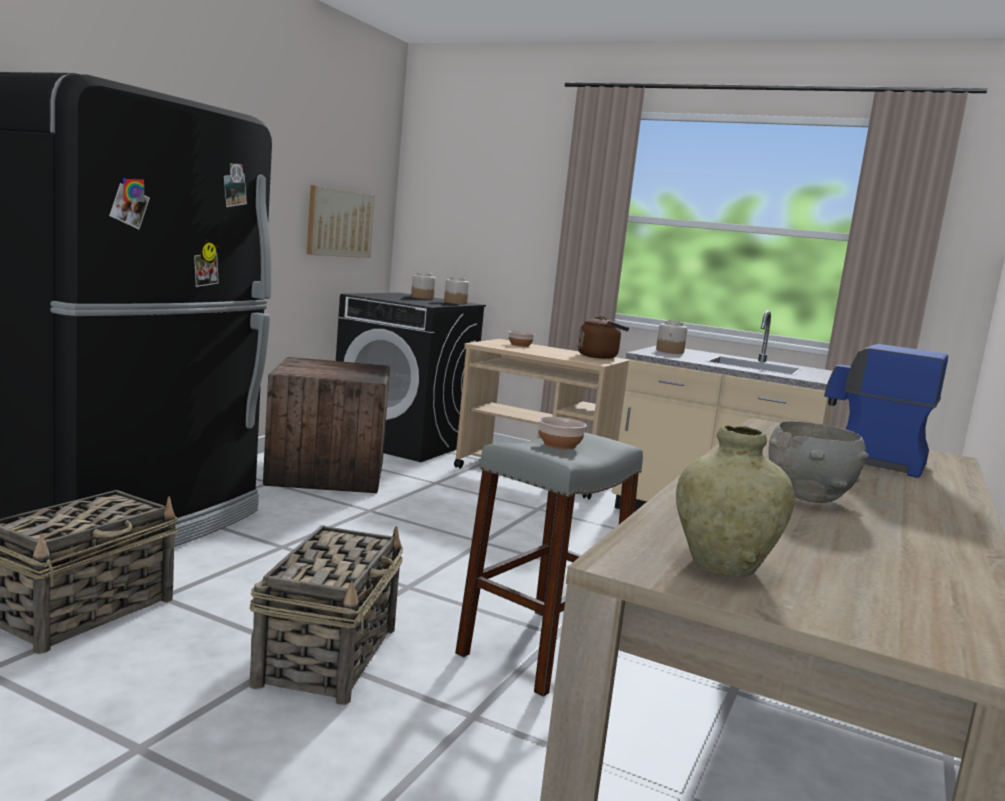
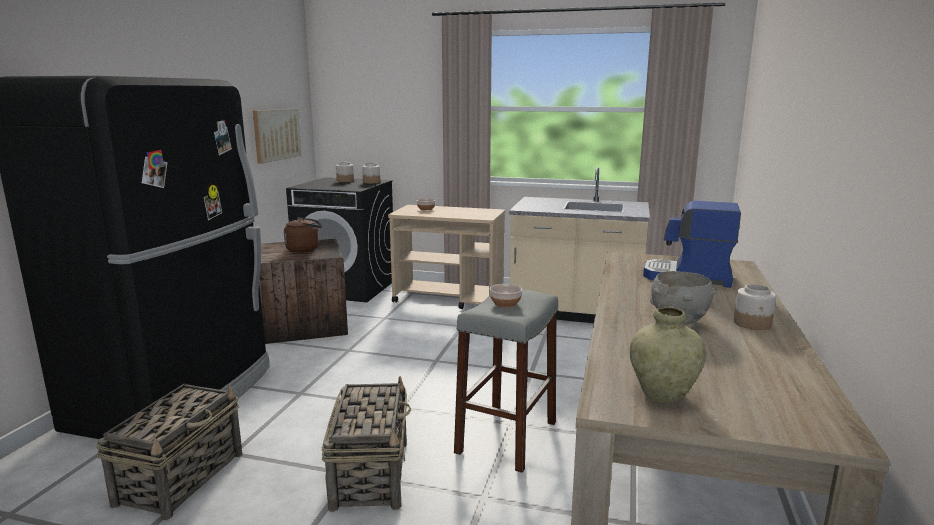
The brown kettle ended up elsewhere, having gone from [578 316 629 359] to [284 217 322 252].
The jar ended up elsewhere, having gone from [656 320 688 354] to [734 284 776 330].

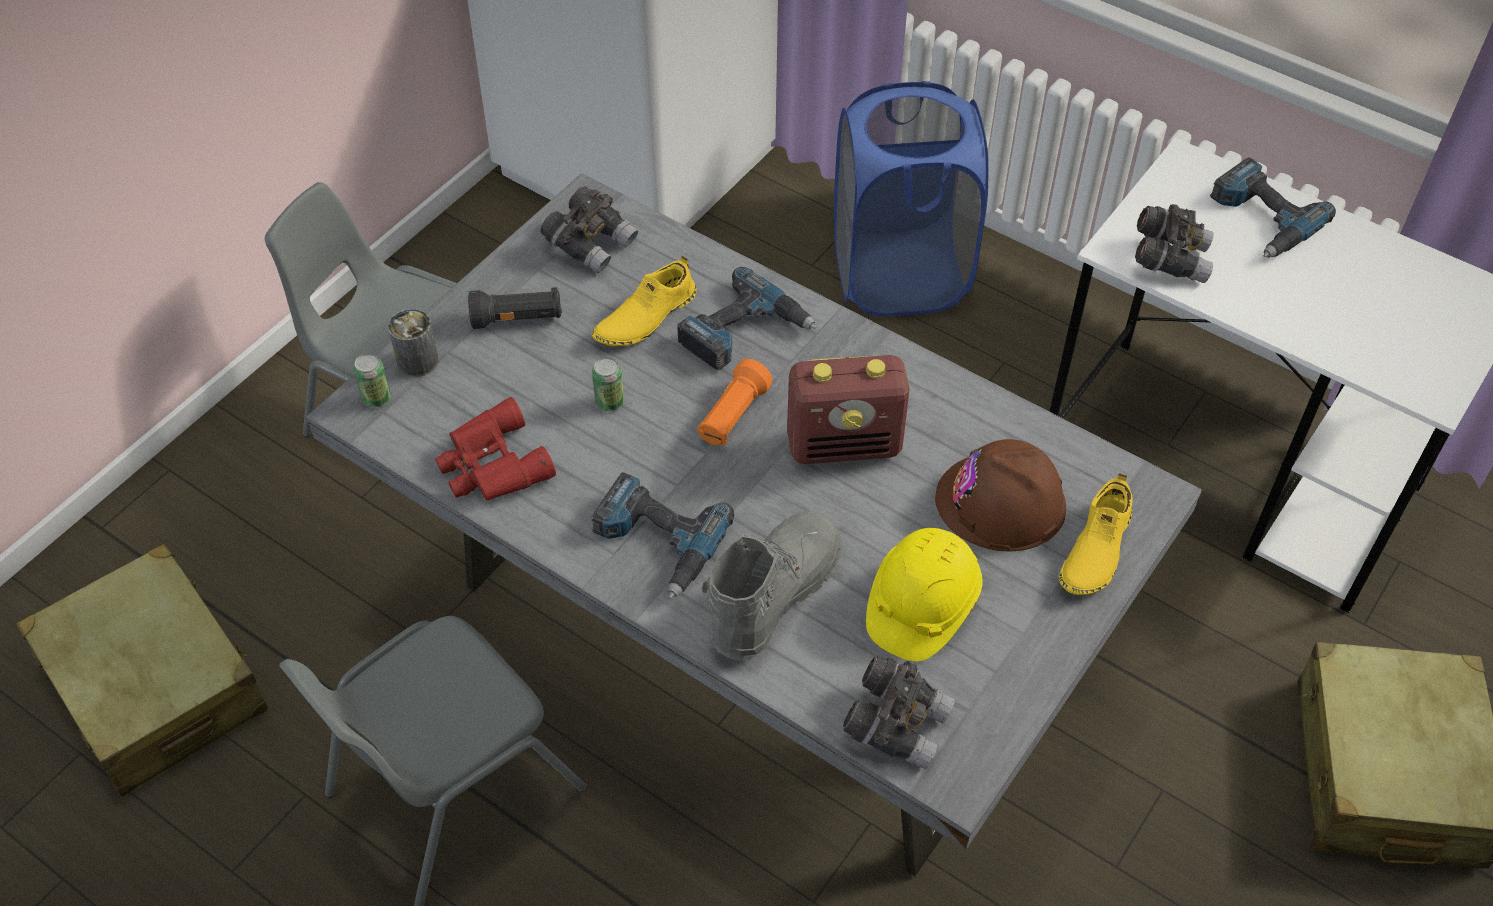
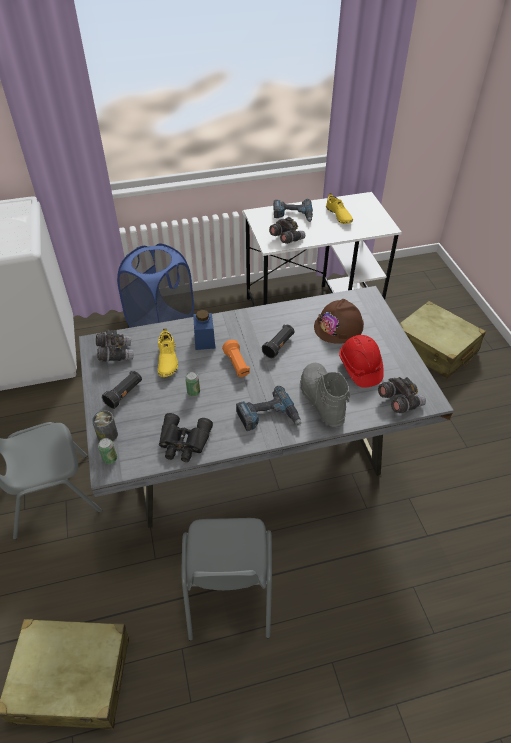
Where the power drill stood at [677 267 816 371], the blue jar came to stand at [193 310 215 350].
Where the radio stood at [787 355 910 464], the black flashlight came to stand at [262 325 294 358].
What was the red binoculars at [435 397 556 500] turned into the black binoculars at [159 413 213 462].
The yellow shoe ended up elsewhere, having gone from [1059 473 1132 595] to [326 193 353 224].
What was the yellow hard hat at [866 528 983 661] turned into the red hard hat at [339 335 384 388].

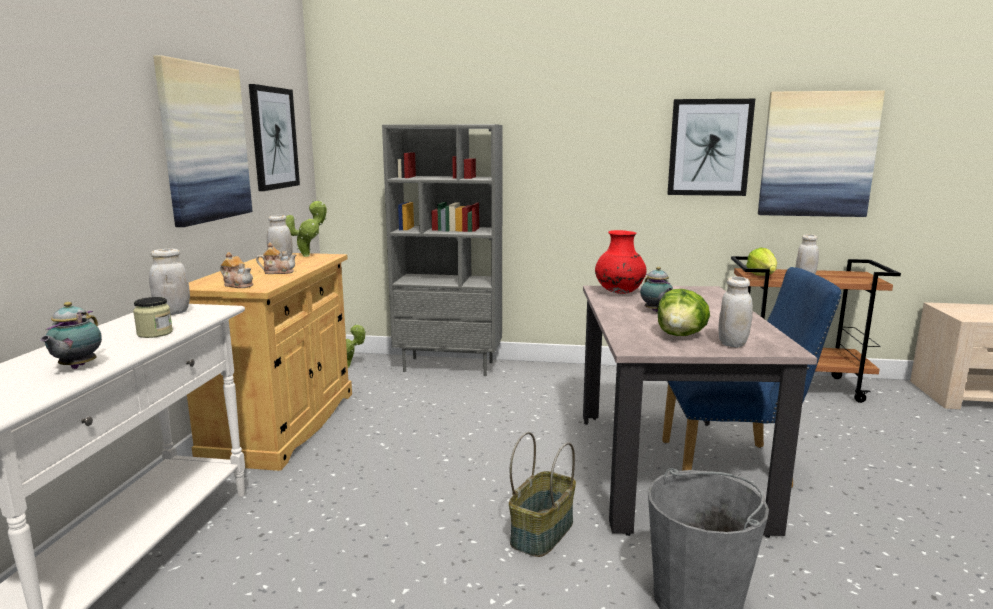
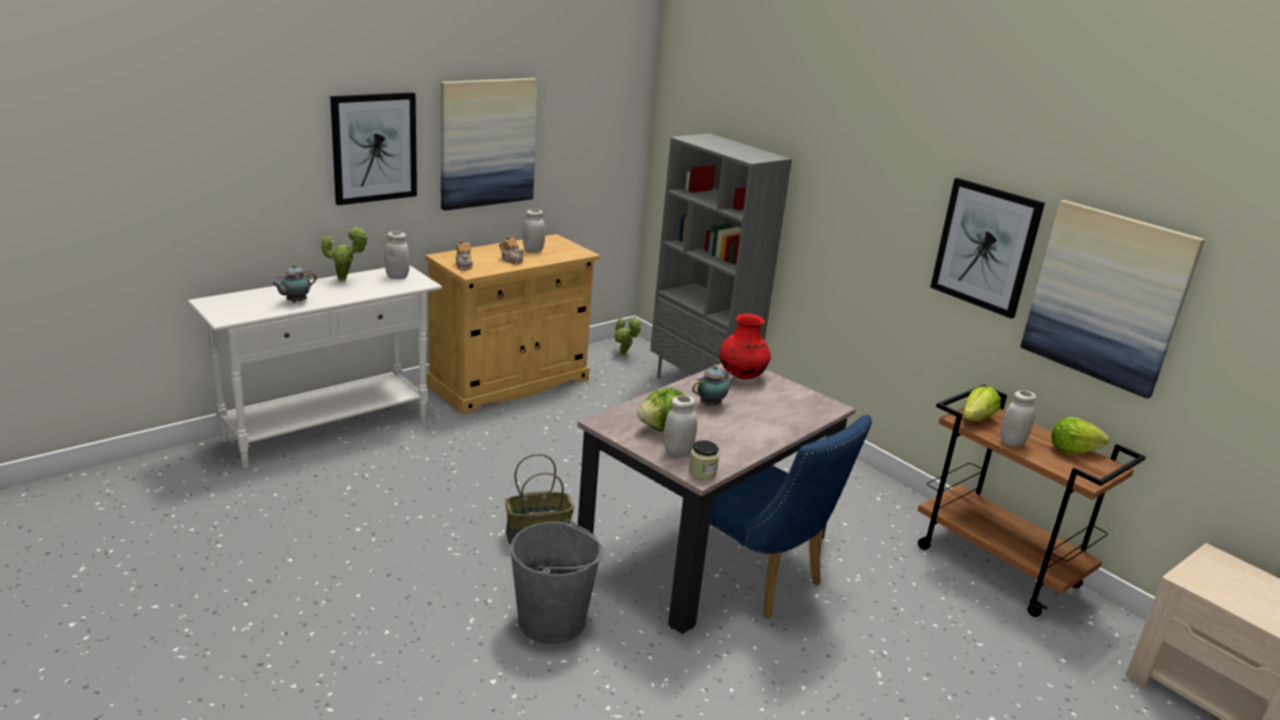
The picture ended up elsewhere, having gone from [249 84 300 191] to [330 92 417 205].
The potted plant ended up elsewhere, having gone from [285 200 327 257] to [321 226 369 281].
The teapot at [640 267 673 312] ended up facing another way, 150 degrees counterclockwise from before.
The jar ended up elsewhere, having gone from [133 297 173 338] to [689 440 719 480].
The second view gained the lettuce at [1051 417 1109 454].

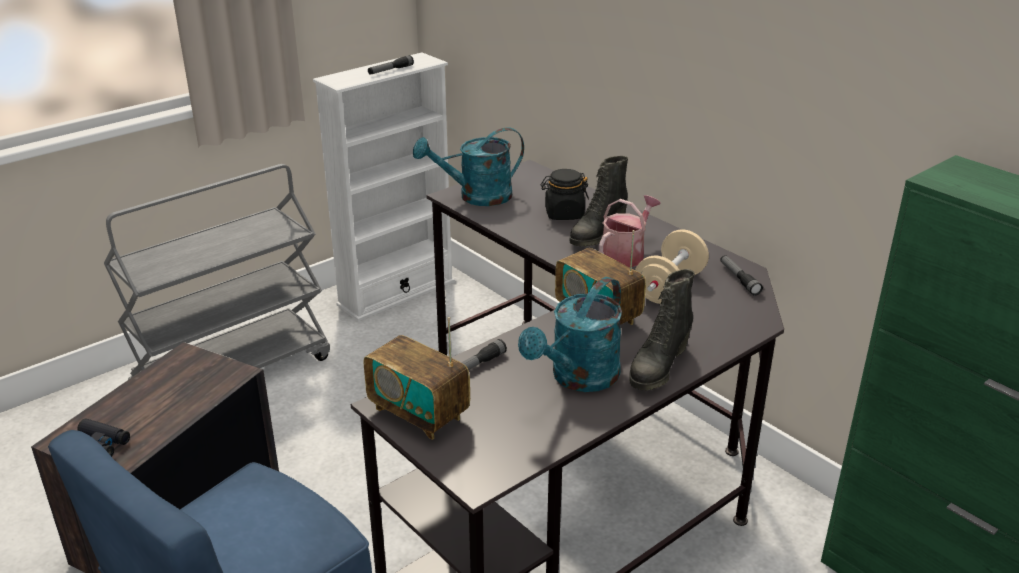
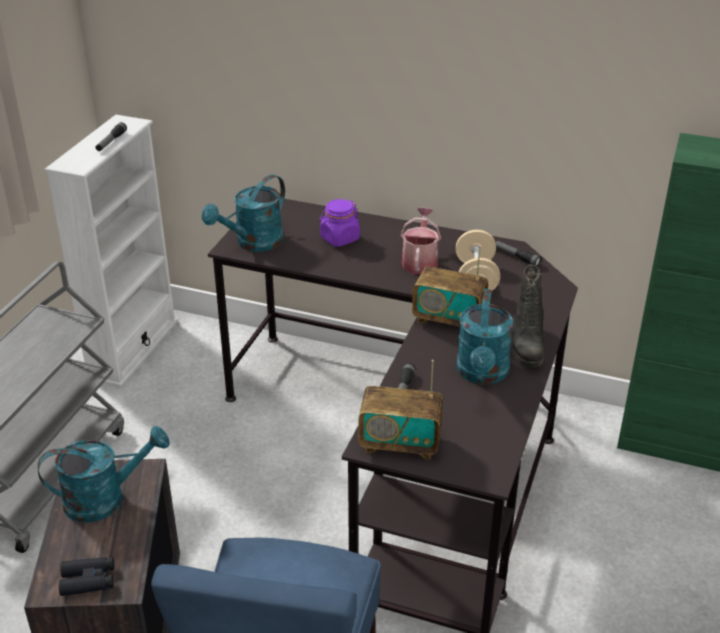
The second view lost the black boot at [570 156 628 247].
What was the black jar at [541 169 589 220] turned into the purple jar at [320 199 360 247].
The second view gained the turquoise watering can at [38 426 170 523].

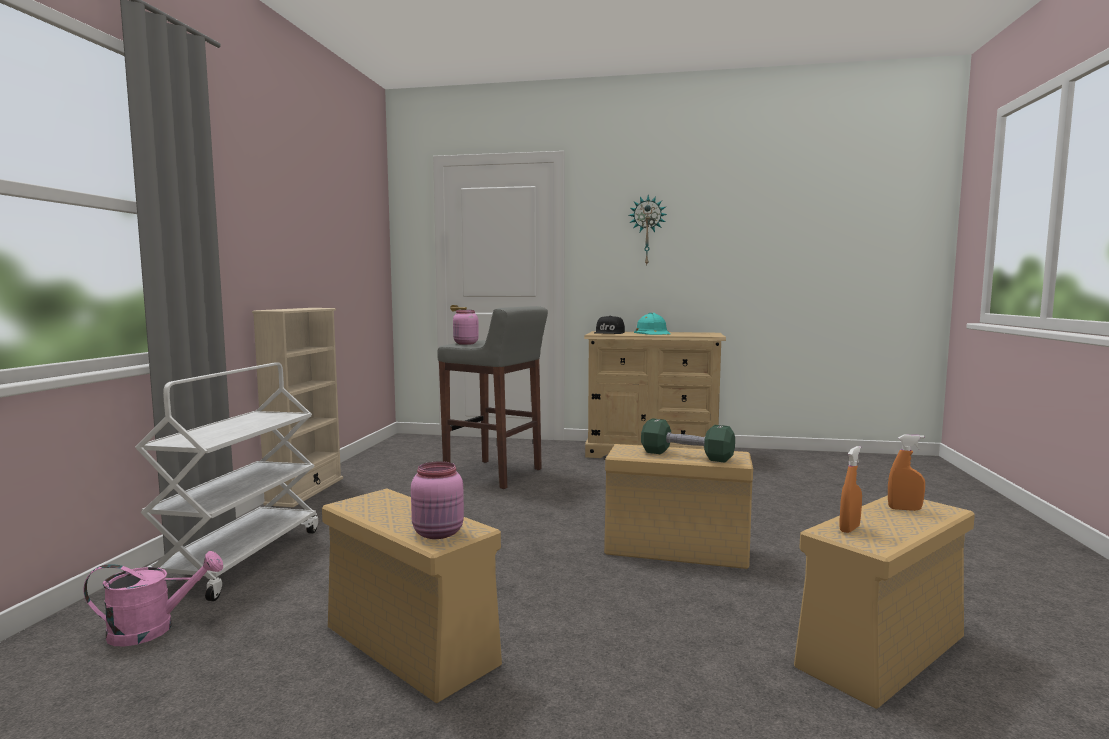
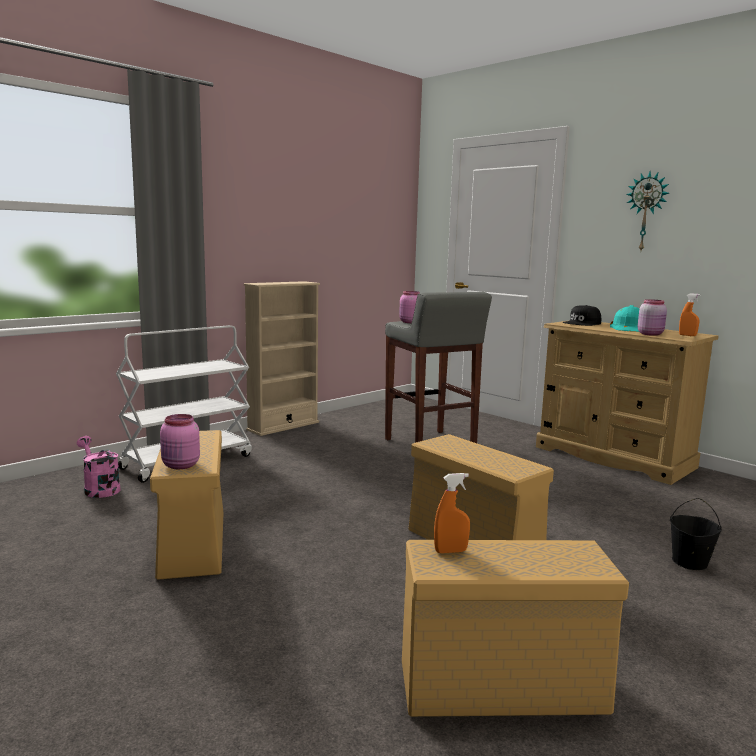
The second view lost the green dumbbell at [641 418 735 463].
The orange spray bottle ended up elsewhere, having gone from [888 435 925 511] to [679 293 700 336].
The pink watering can at [84 551 223 646] ended up facing another way, 150 degrees counterclockwise from before.
The second view gained the pink jar at [638 299 667 336].
The second view gained the black bucket at [670 498 722 570].

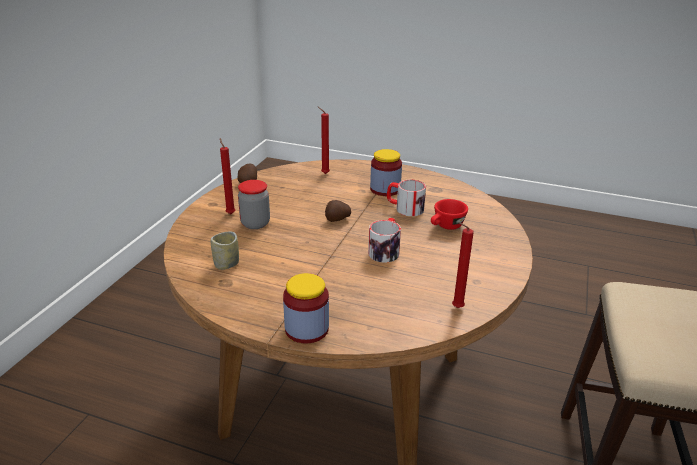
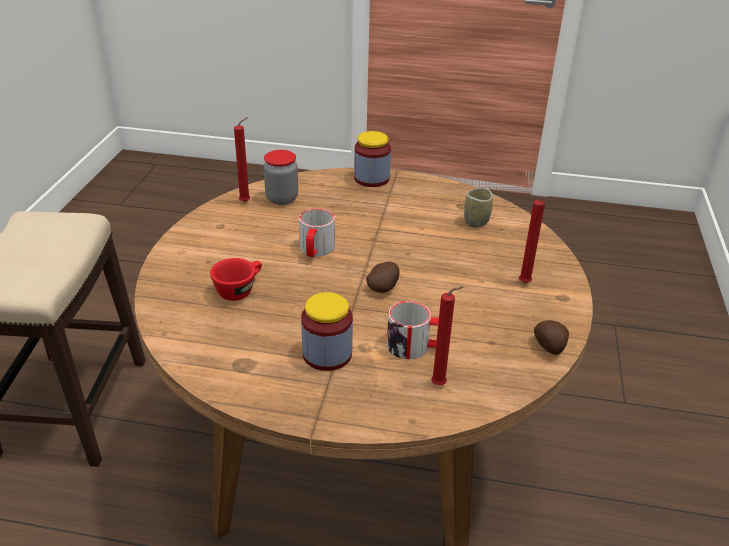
The jar ended up elsewhere, having gone from [238 180 270 229] to [263 150 298 205].
The mug ended up elsewhere, having gone from [387 180 426 216] to [387 301 439 360].

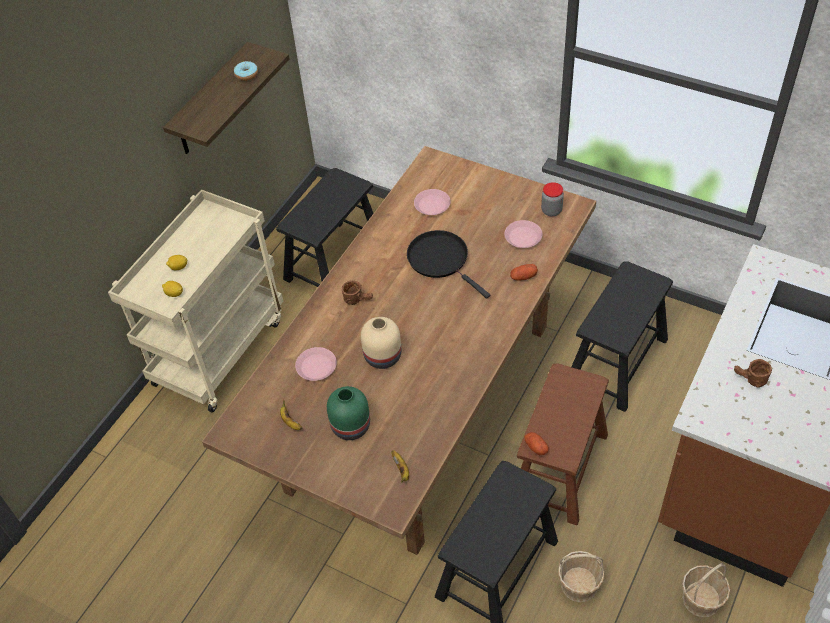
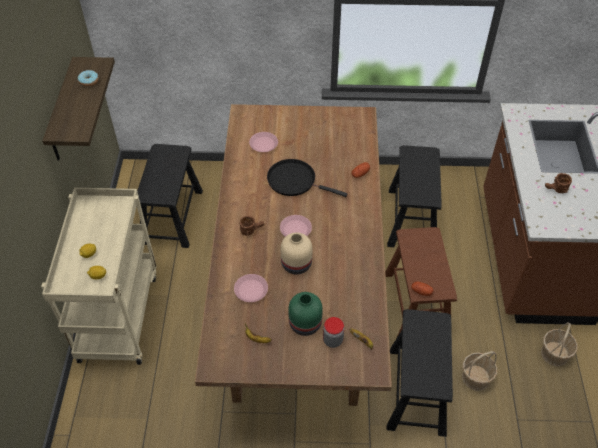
The jar ended up elsewhere, having gone from [541 182 564 216] to [323 317 344 348].
The pink plate ended up elsewhere, having gone from [504 220 543 248] to [280 215 312 237].

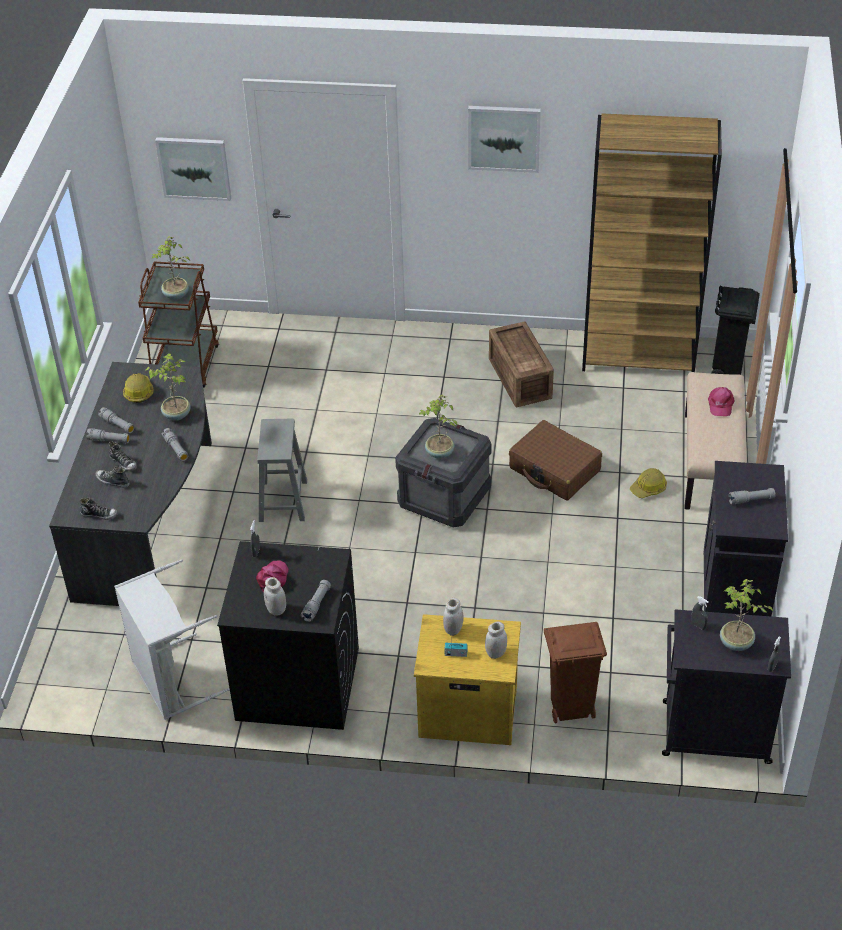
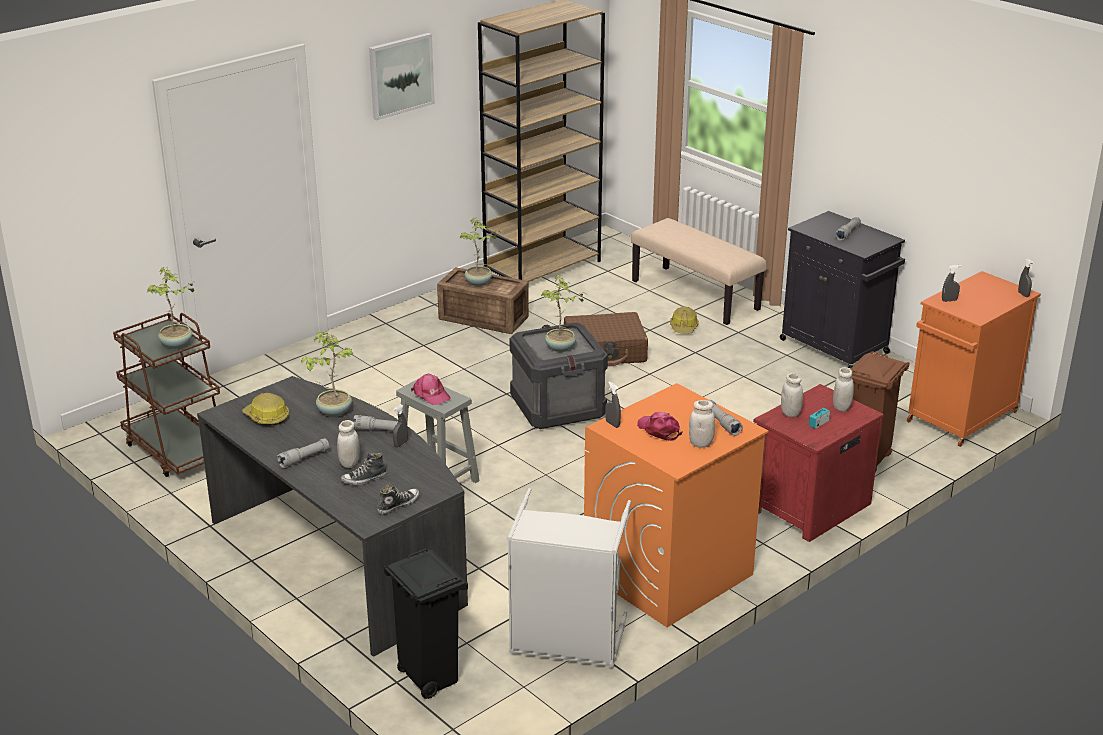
The second view lost the picture at [155 137 231 201].
The black trash can ended up elsewhere, having gone from [711 286 760 375] to [383 548 468 699].
The pink cap ended up elsewhere, having gone from [708 387 735 416] to [411 374 451 405].
The second view lost the grey flashlight at [98 407 135 433].
Where the shoe stood at [109 441 137 471], the white jar came to stand at [337 420 360 468].
What was the black washing machine at [217 541 359 730] turned into the orange washing machine at [584 383 768 627].
The potted plant ended up elsewhere, having gone from [720 579 774 651] to [459 217 498 286].
What was the black cabinet at [662 609 791 764] turned into the orange cabinet at [907 271 1041 447].
What was the yellow nightstand at [414 614 521 745] turned into the red nightstand at [753 384 884 542].
The second view gained the grey spray bottle at [393 404 408 448].

